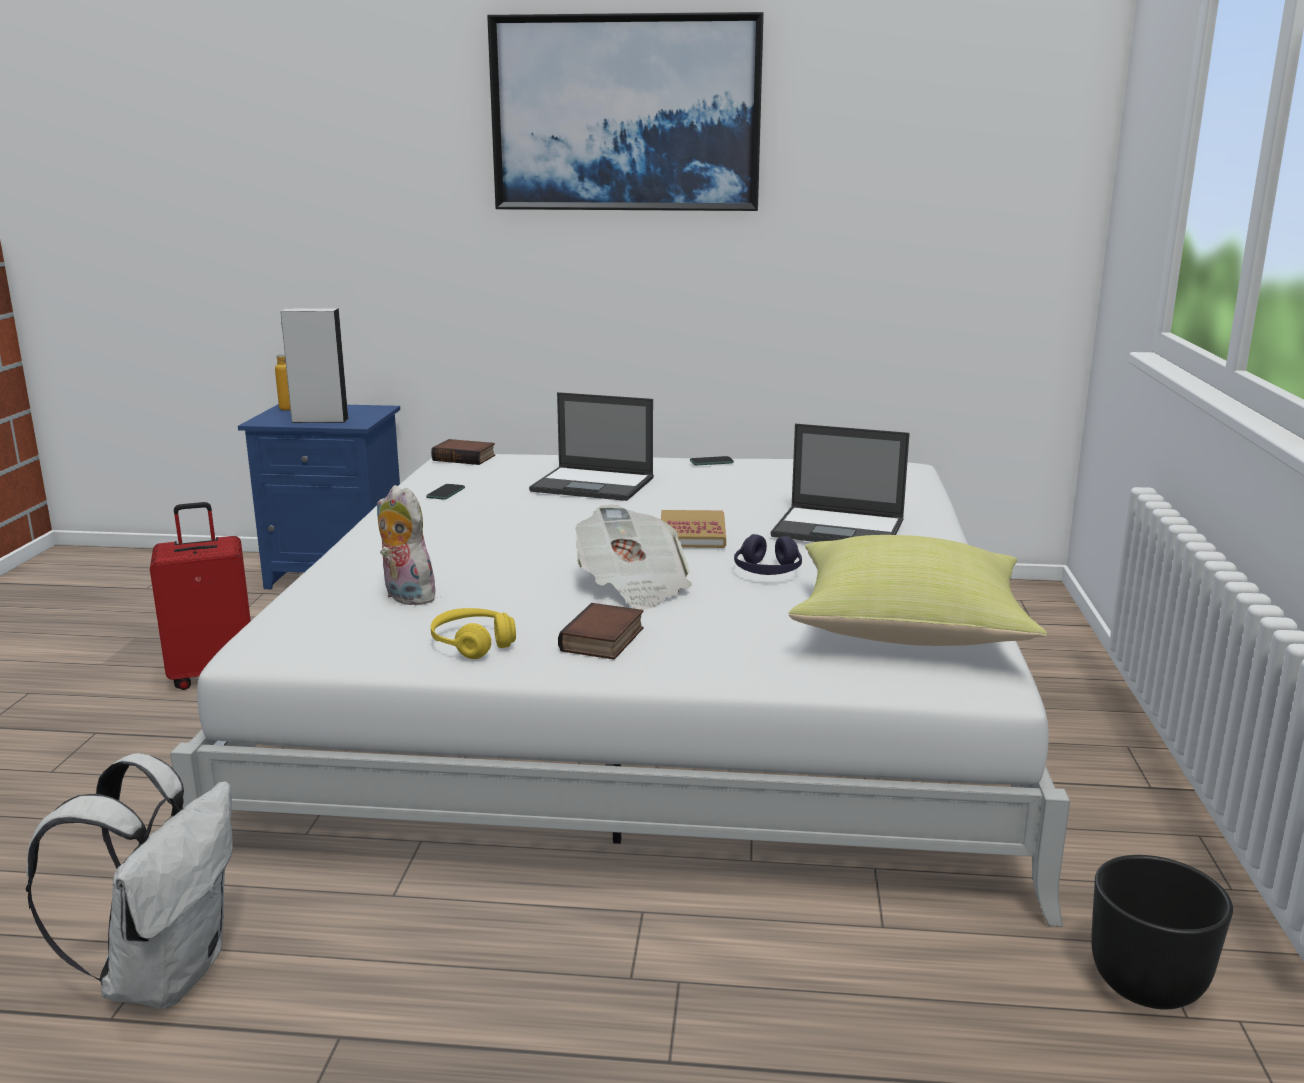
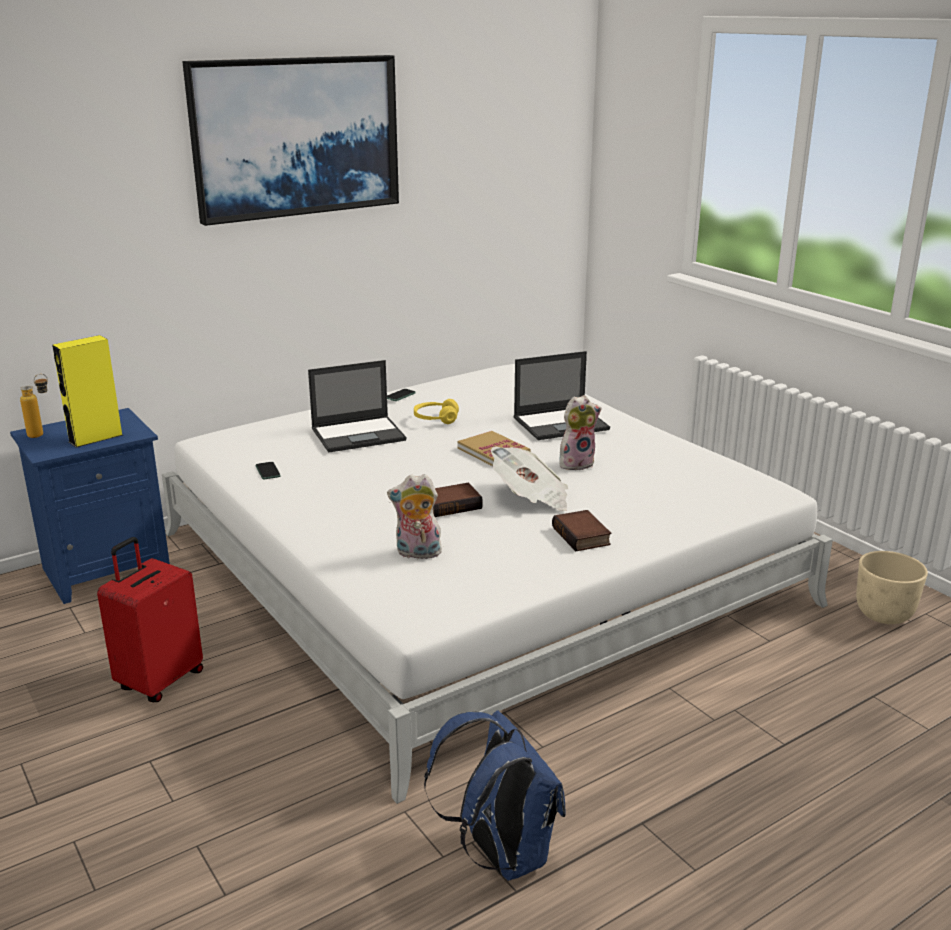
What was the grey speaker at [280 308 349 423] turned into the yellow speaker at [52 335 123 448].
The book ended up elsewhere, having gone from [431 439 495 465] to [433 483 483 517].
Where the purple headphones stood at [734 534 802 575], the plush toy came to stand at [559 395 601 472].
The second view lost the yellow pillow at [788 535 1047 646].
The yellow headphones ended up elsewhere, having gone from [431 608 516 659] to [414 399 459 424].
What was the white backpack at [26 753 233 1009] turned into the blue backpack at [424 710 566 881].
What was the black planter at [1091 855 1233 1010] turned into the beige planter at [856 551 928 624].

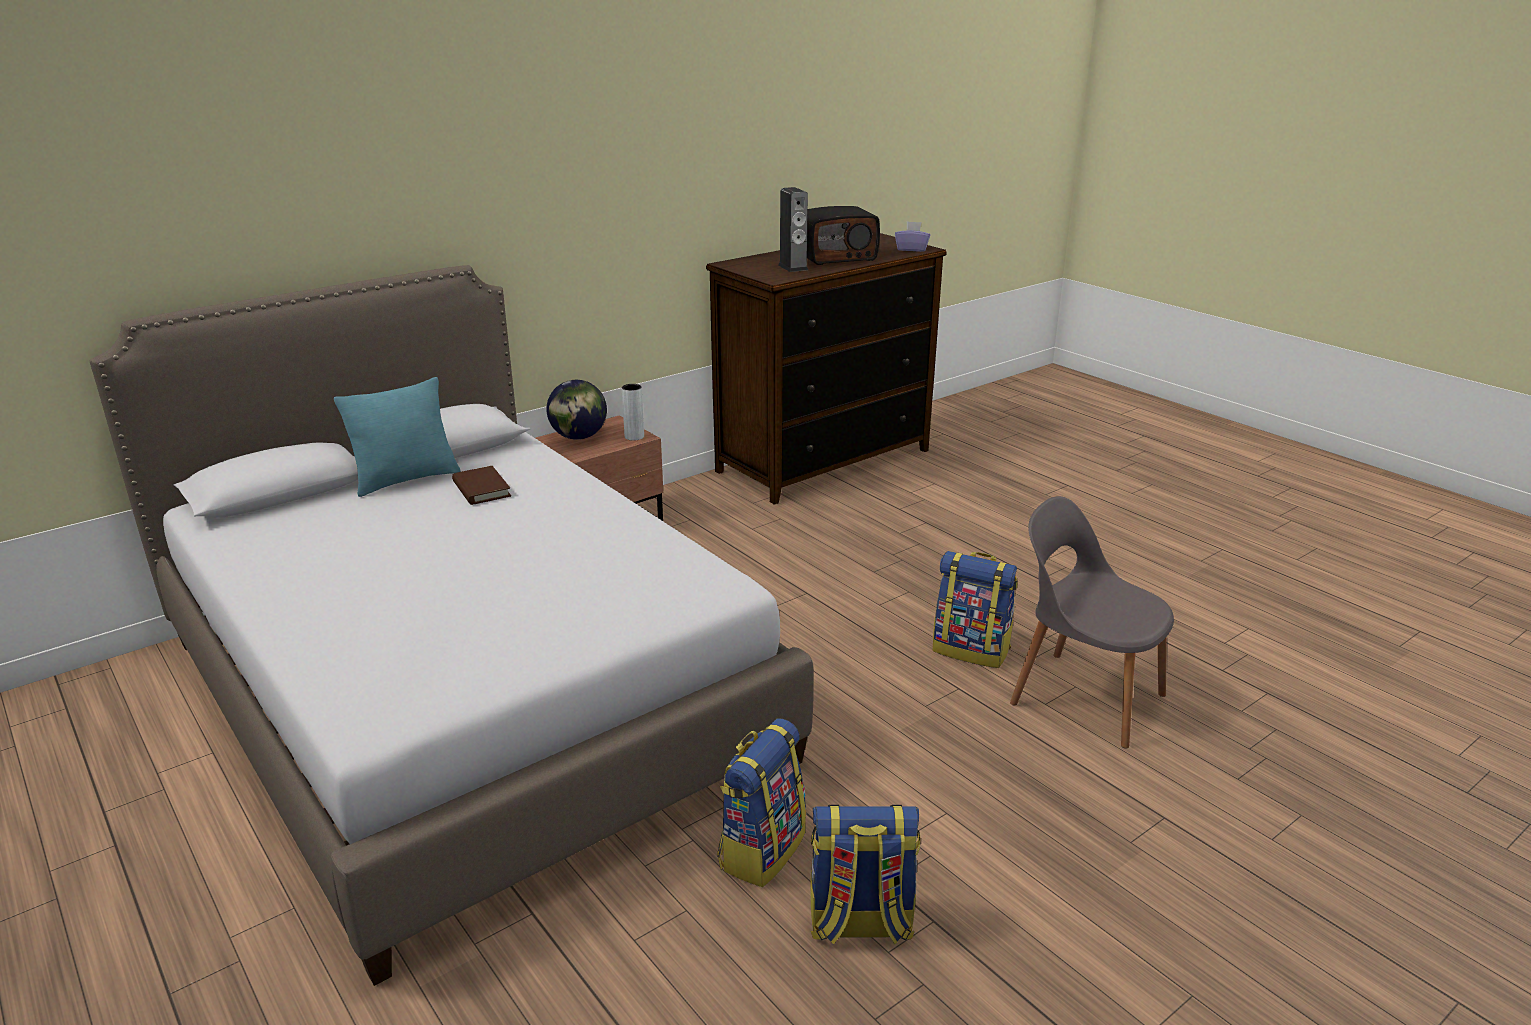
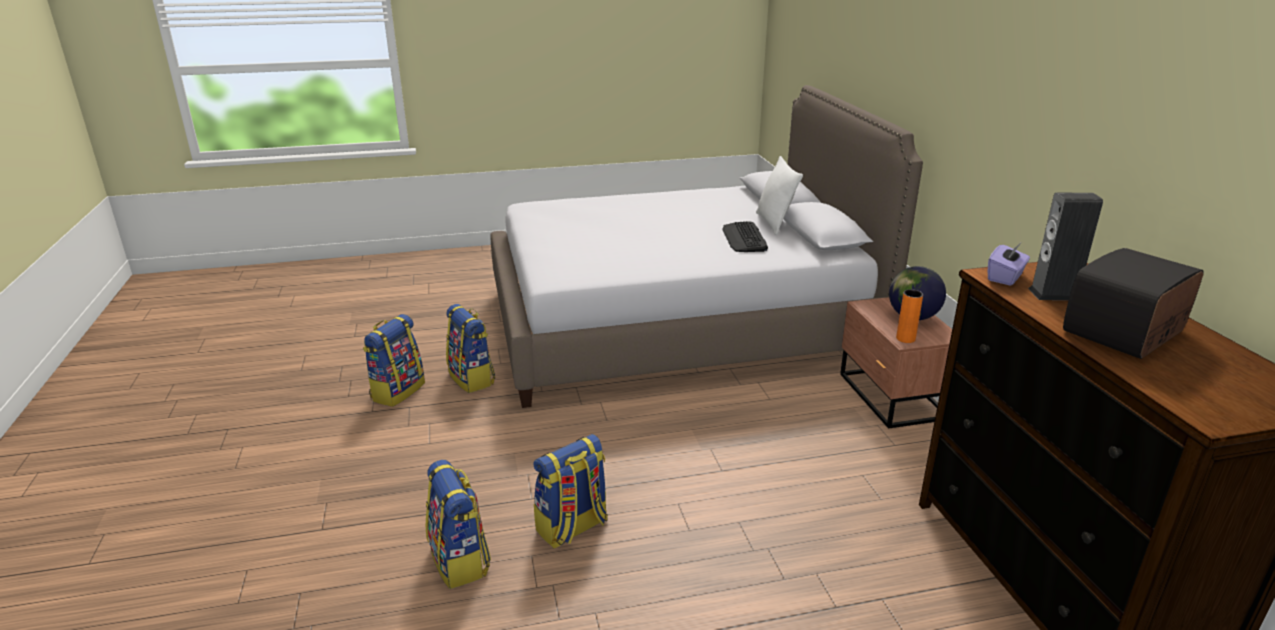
The radio at [807 206 880 265] ended up facing another way, 45 degrees clockwise from before.
The purple tissue box ended up elsewhere, having gone from [895 221 931 252] to [988 242 1030 286].
What was the turquoise pillow at [334 377 461 497] turned into the white pillow at [756 156 803 235].
What was the grey vase at [622 384 644 441] turned into the orange vase at [896 289 923 343].
Where the brown book stood at [452 466 511 505], the keyboard came to stand at [722 221 768 252].
Where the grey chair stood at [1010 496 1174 748], the backpack came to stand at [426 460 491 589].

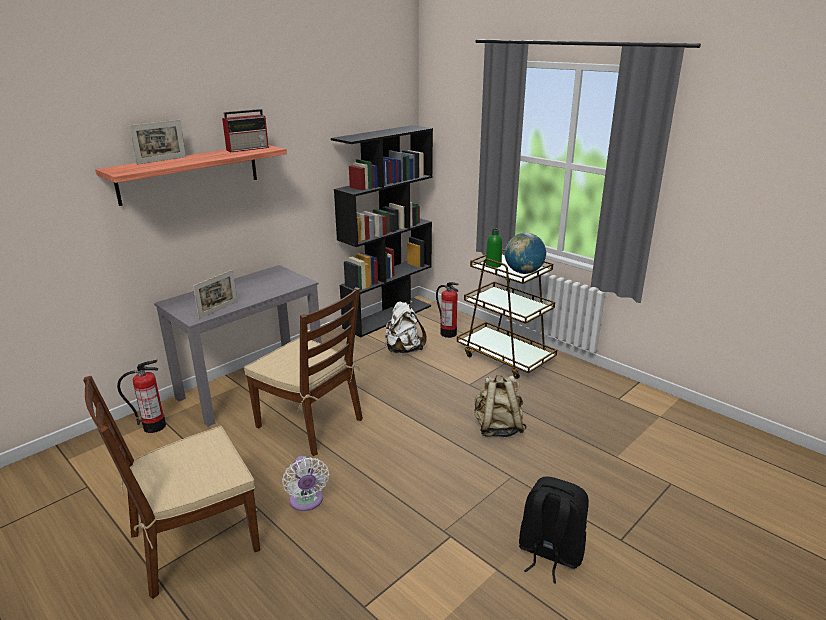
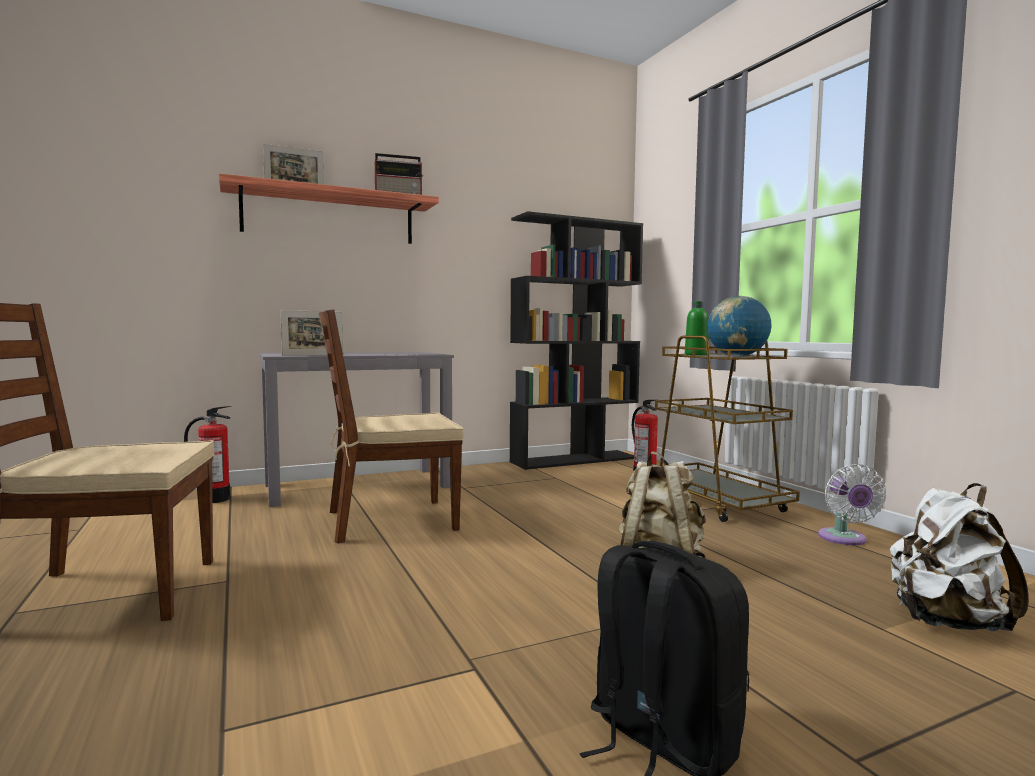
The brown chair at [244 287 363 456] ended up facing another way, 105 degrees clockwise from before.
The white backpack ended up elsewhere, having gone from [385 300 426 353] to [890 483 1028 631].
The white fan ended up elsewhere, having gone from [282 456 329 511] to [818 464 887 545].

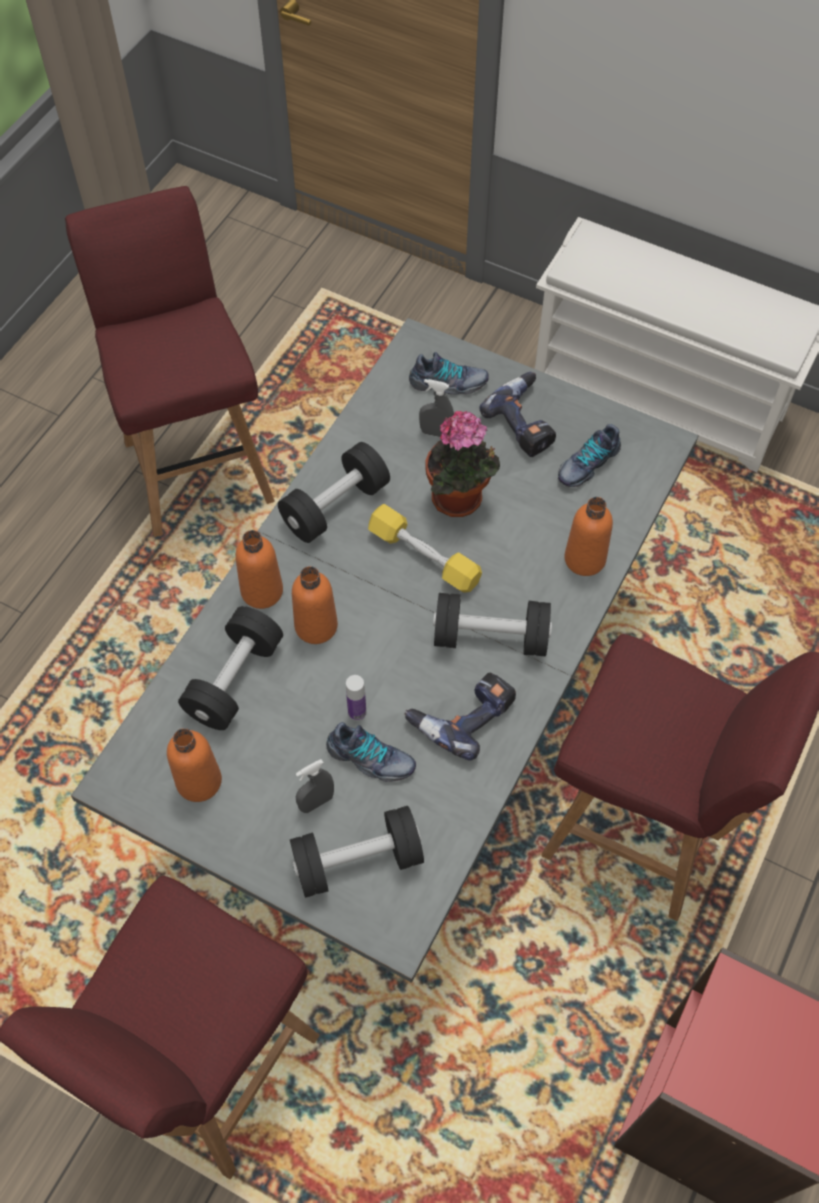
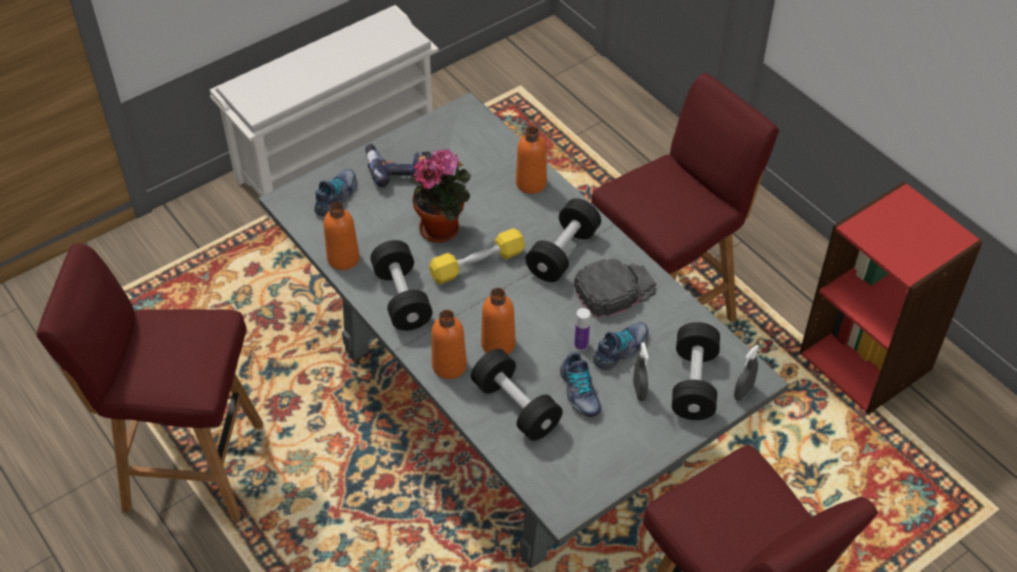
The grey spray bottle ended up elsewhere, having gone from [419 379 454 437] to [734 344 760 401].
The shoe ended up elsewhere, having gone from [558 424 621 487] to [560 352 601 417].
Where the power drill stood at [405 673 516 761], the black cap came to stand at [574 258 656 318].
The orange bottle ended up elsewhere, having gone from [167 728 222 802] to [324 202 360 270].

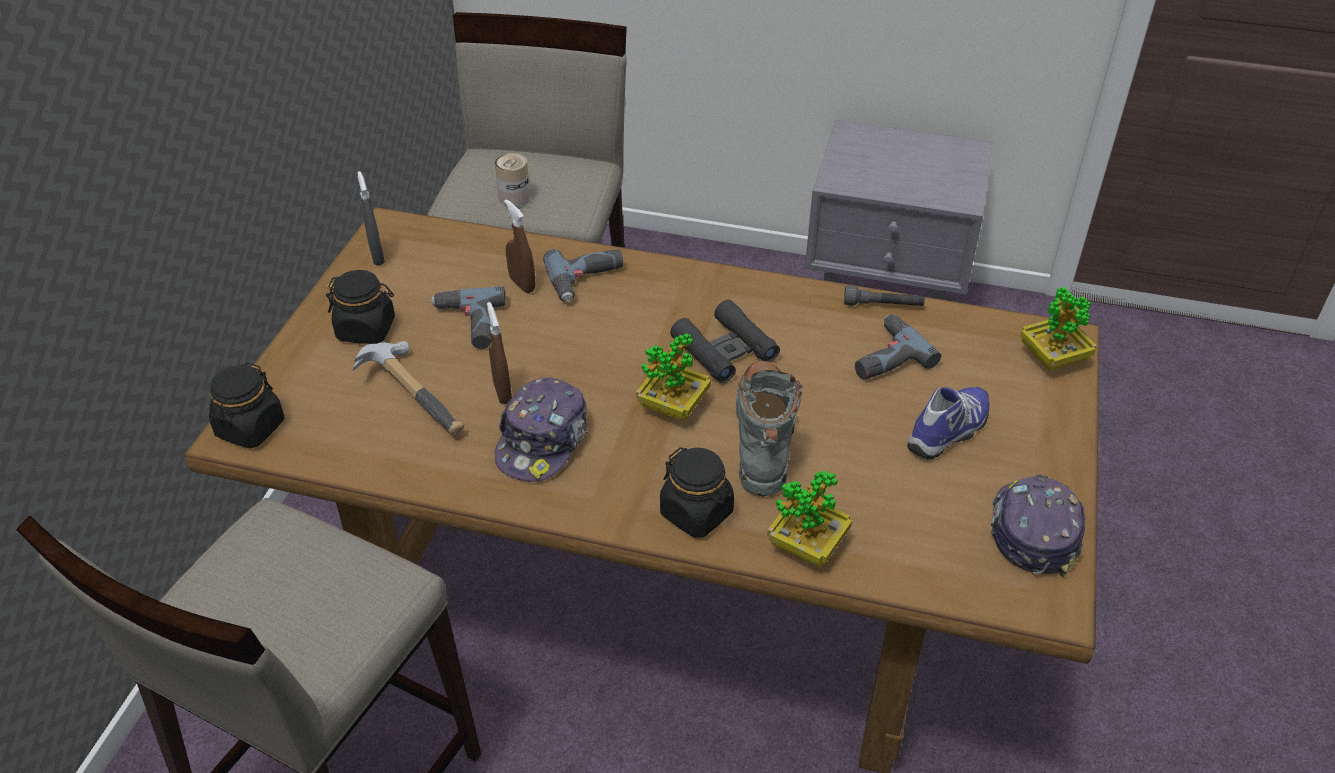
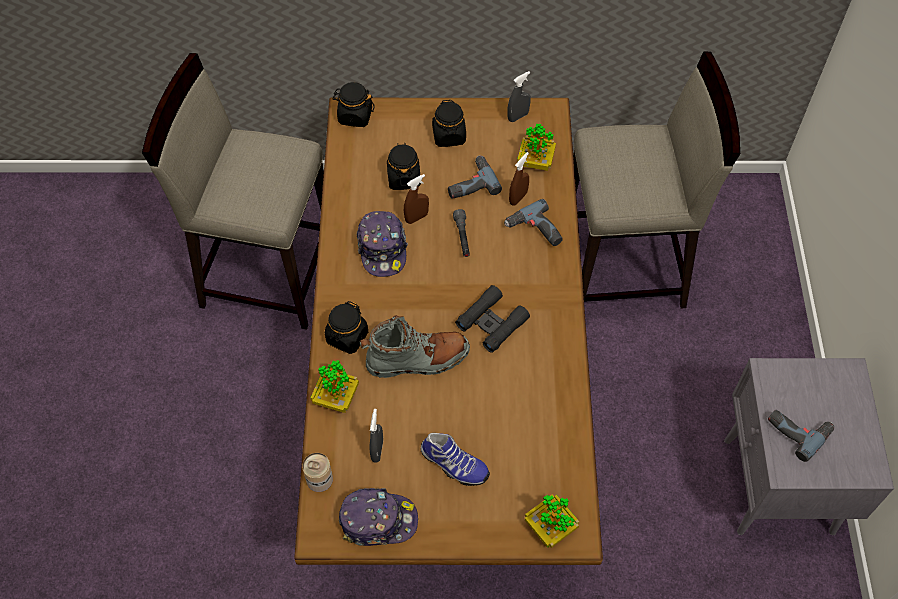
The can ended up elsewhere, having gone from [495 153 530 207] to [302 453 333 492].
The grey flashlight ended up elsewhere, having gone from [844 286 925 306] to [453 209 470 257].
The power drill ended up elsewhere, having gone from [855 314 941 379] to [768 410 834 462].
The potted plant ended up elsewhere, having gone from [636 333 711 421] to [517 123 556 171].
Where the hammer stood at [352 341 464 434], the black jar came to stand at [387 144 421 190].
The cap at [494 377 588 482] ended up facing another way, 105 degrees counterclockwise from before.
The second view gained the grey spray bottle at [369 409 383 463].

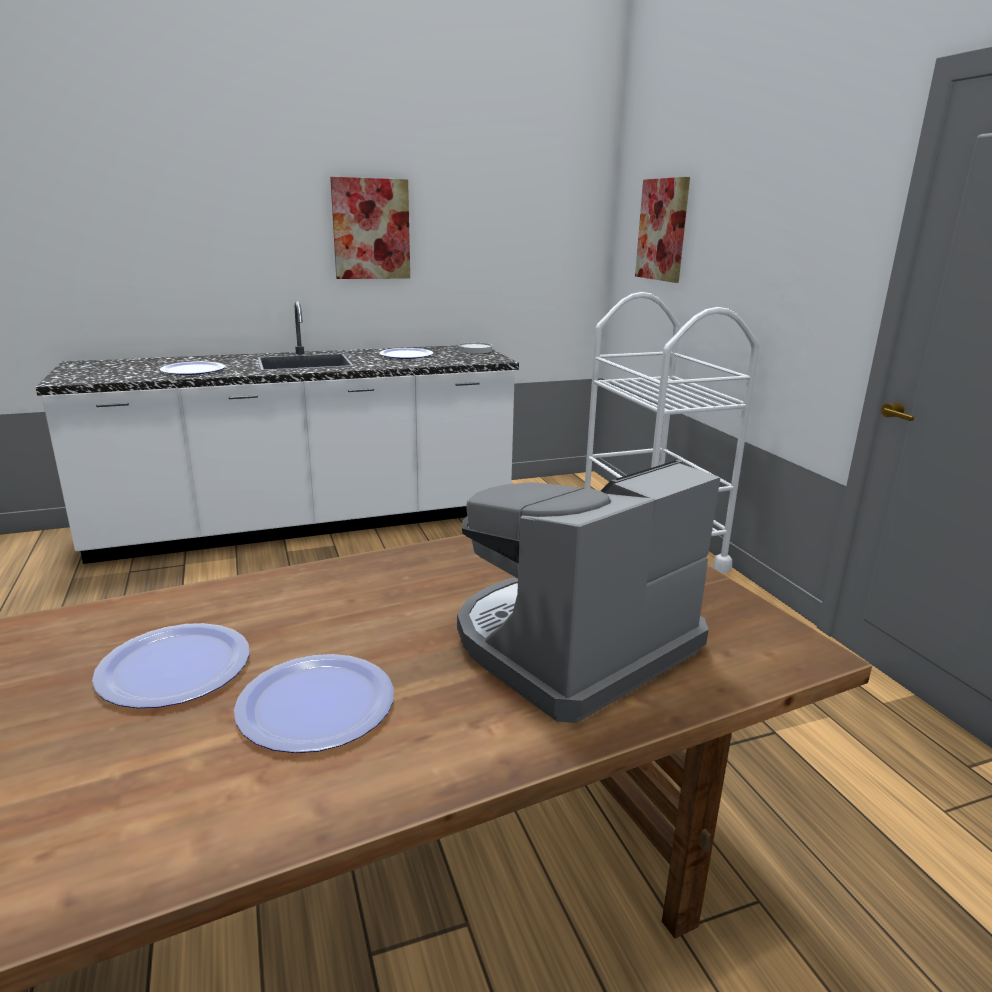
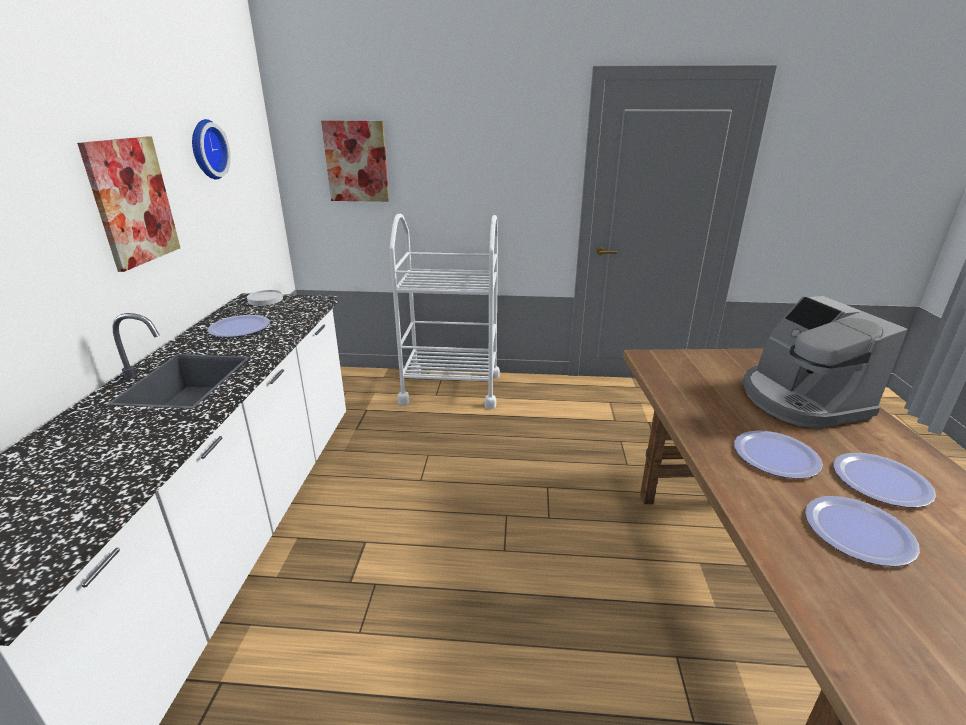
The plate ended up elsewhere, having gone from [159 361 225 375] to [734 431 823 479].
The second view gained the wall clock at [192 119 231 180].

